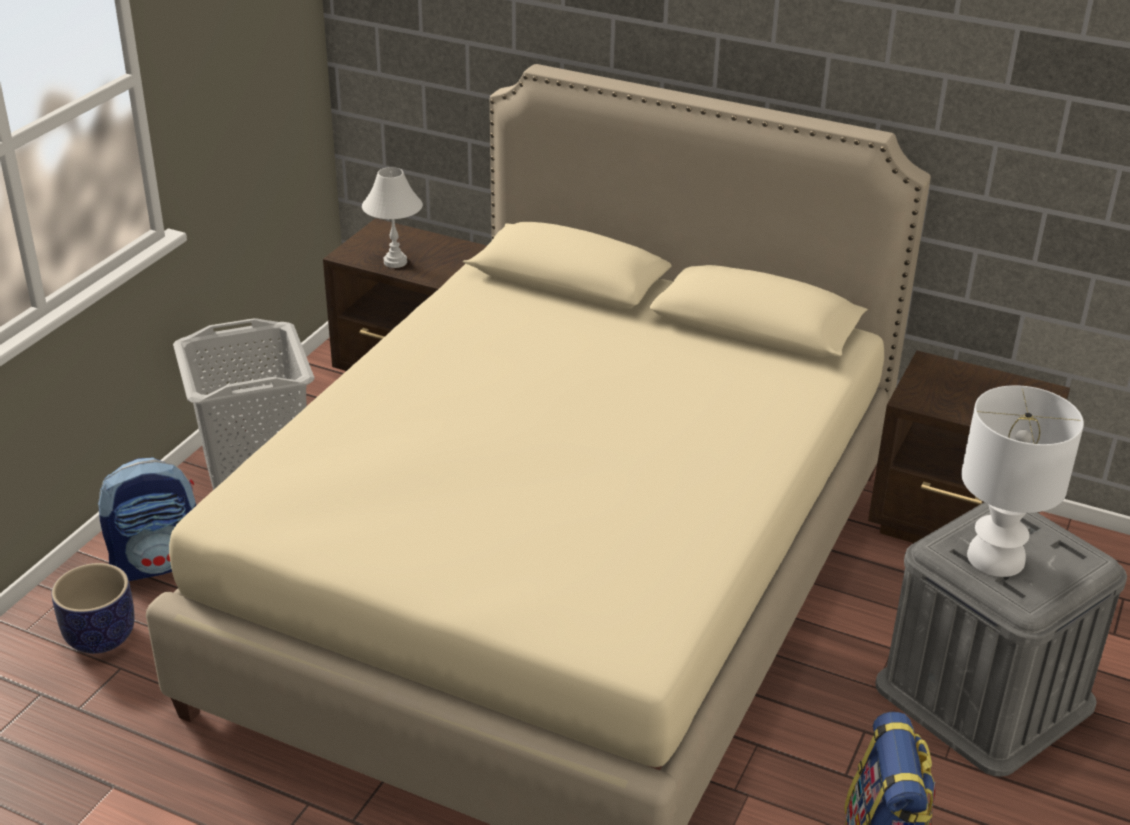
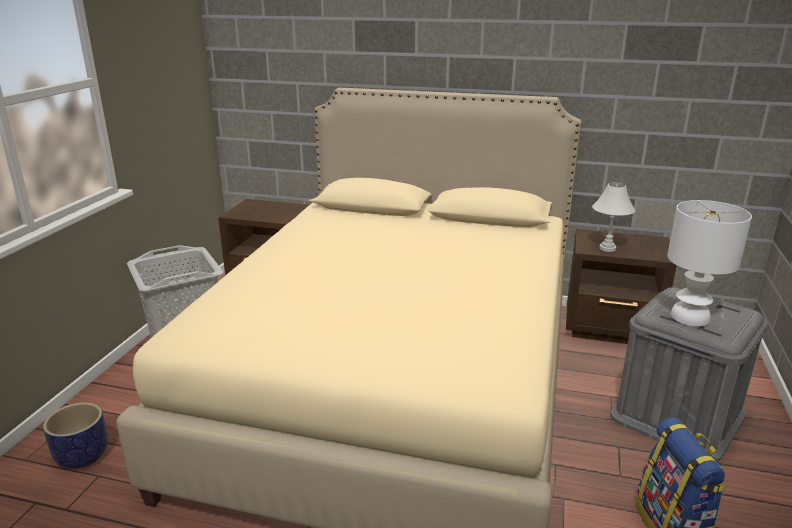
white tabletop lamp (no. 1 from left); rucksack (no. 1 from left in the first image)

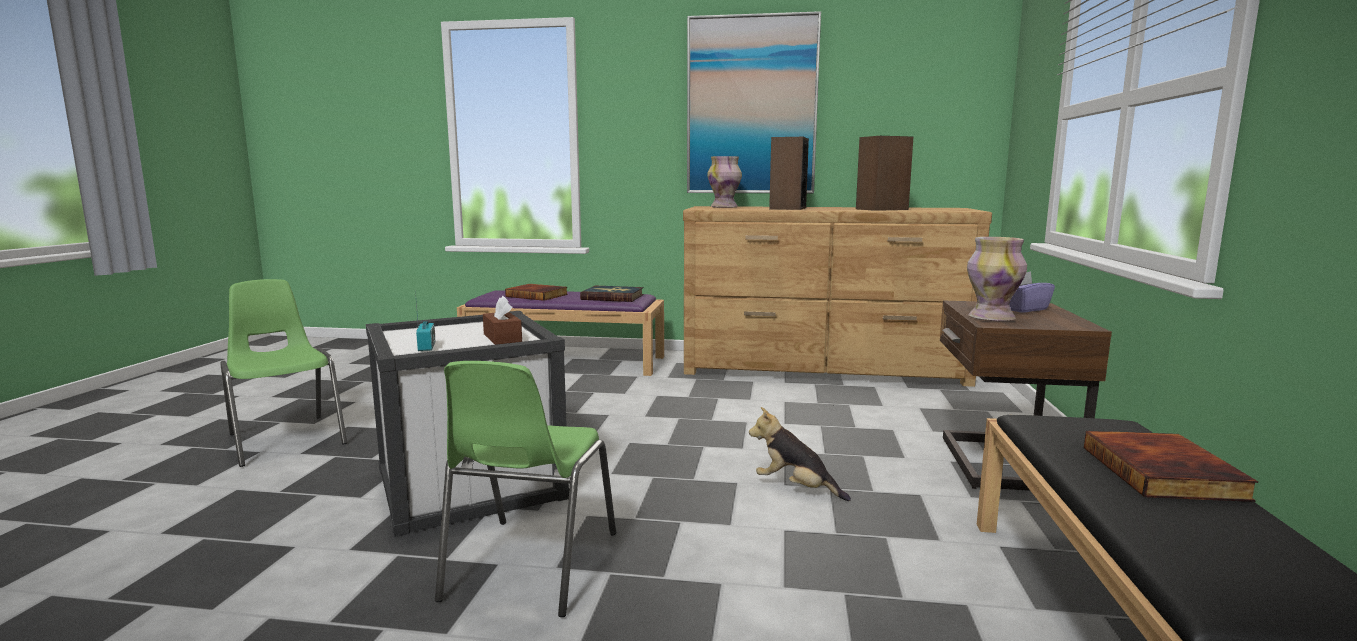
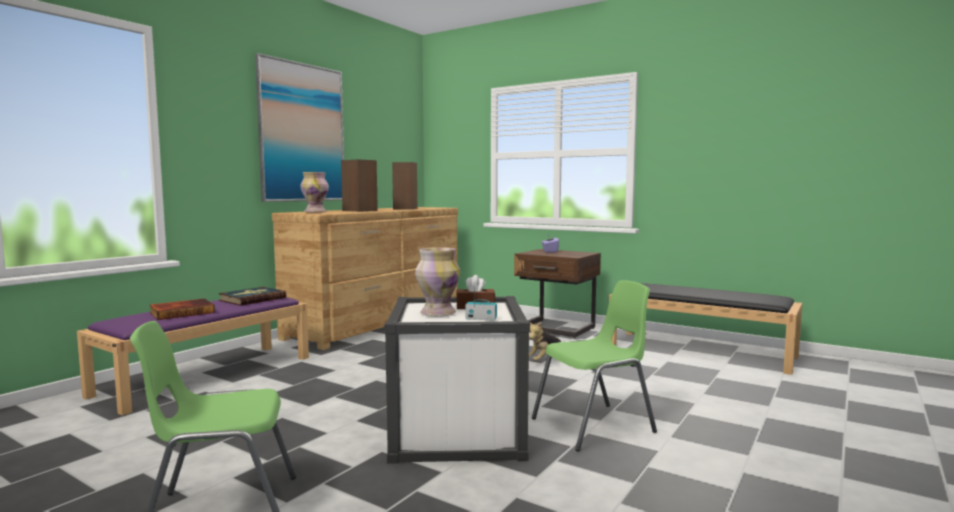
vase (no. 2 from left); green plain chair (no. 2 from left); book (no. 3 from left in the first image)

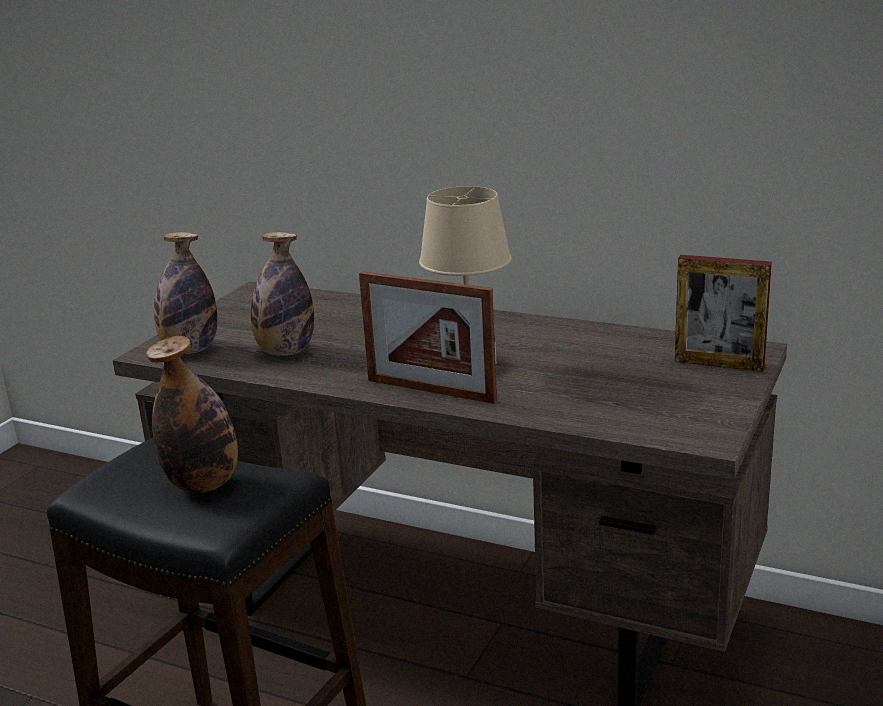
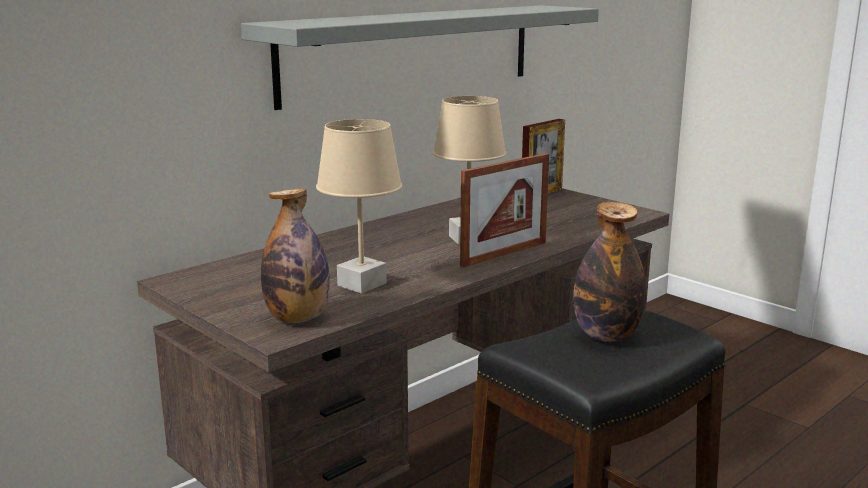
greyish wall shelf; beige-coloured tabletop lamp (no. 1 from left)

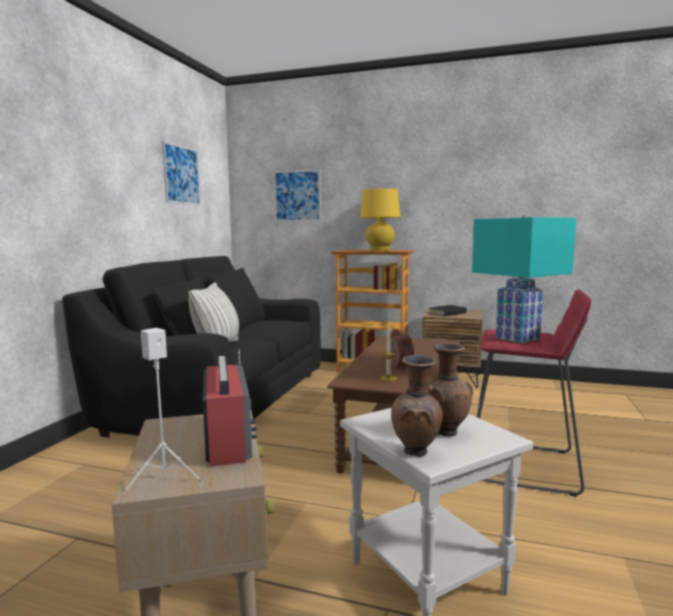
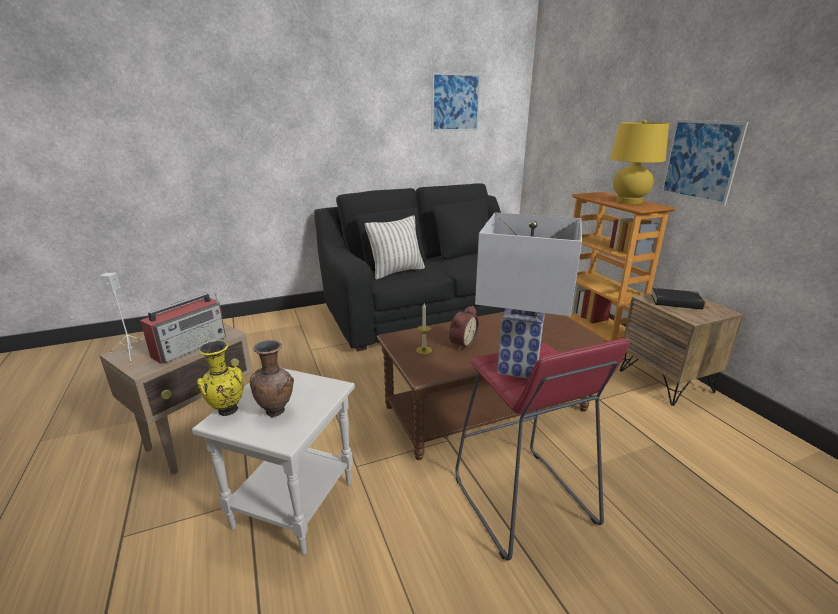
yellowish vase; white tabletop lamp; wall picture (no. 2 from left)

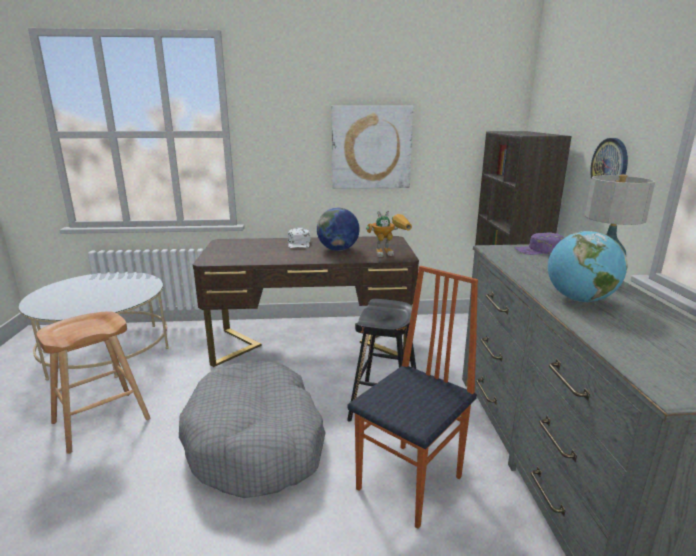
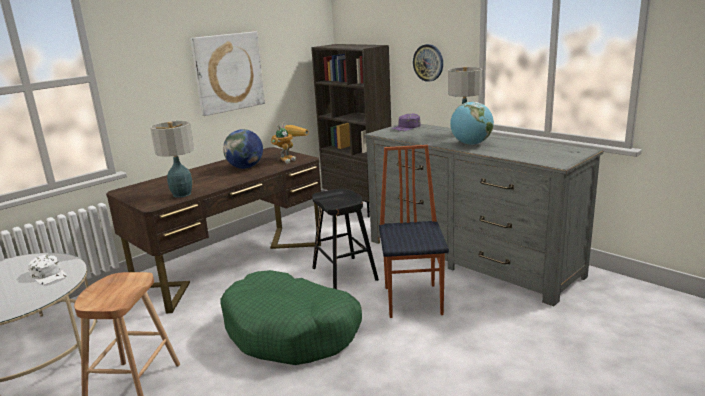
white peaked cap; tabletop lamp (no. 1 from left); green dog cushion

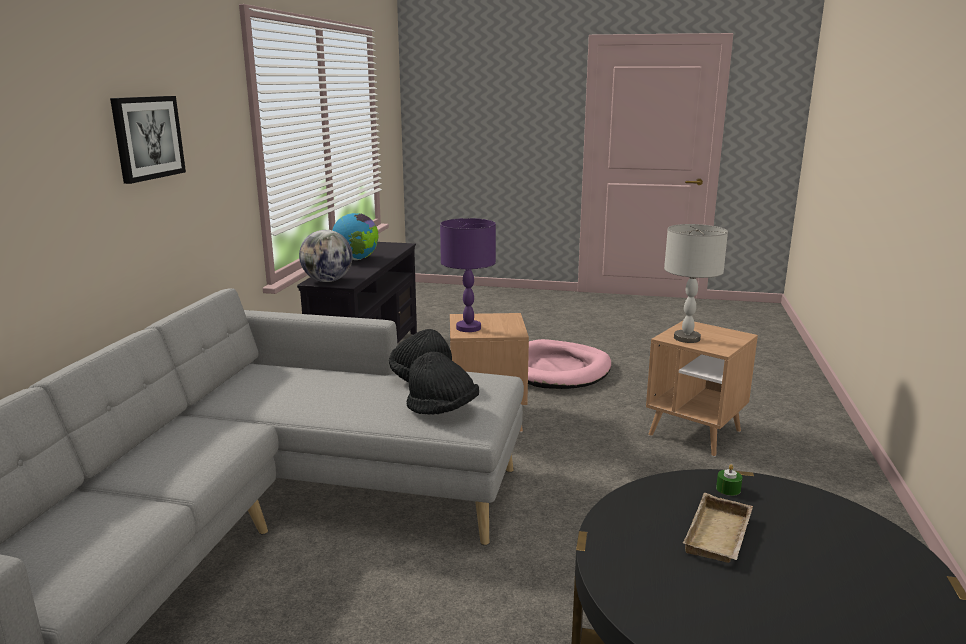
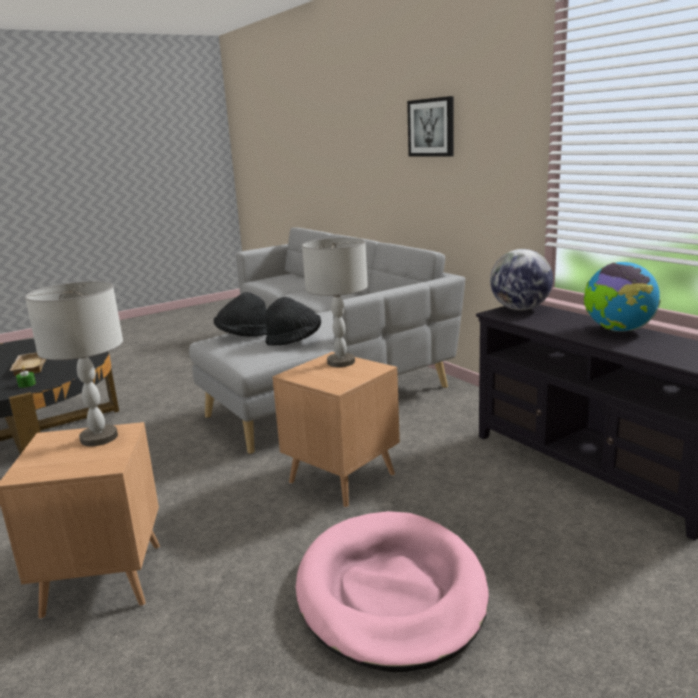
greyish tabletop lamp (no. 2 from left)

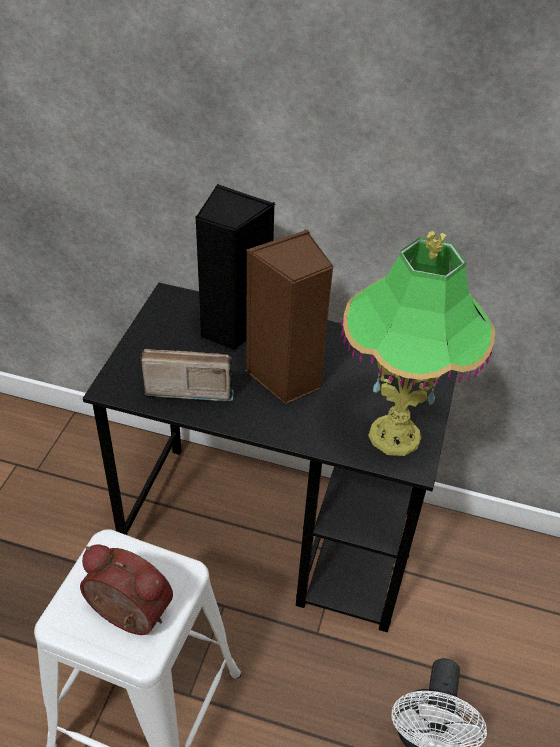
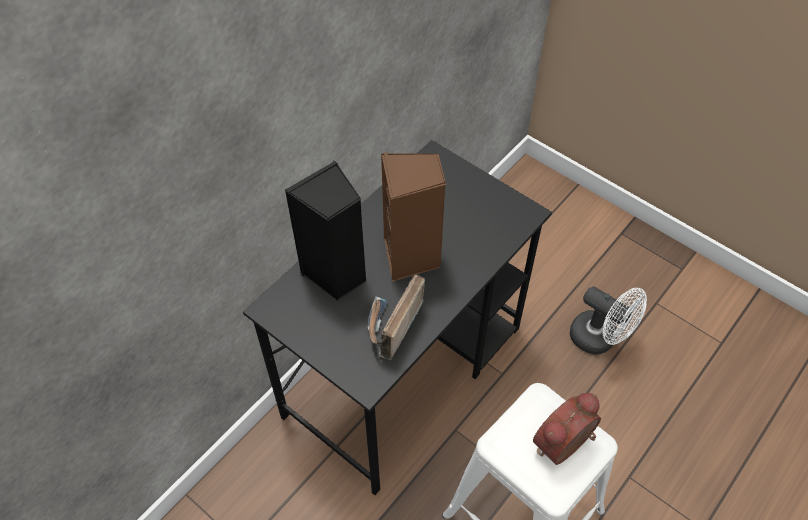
tabletop lamp

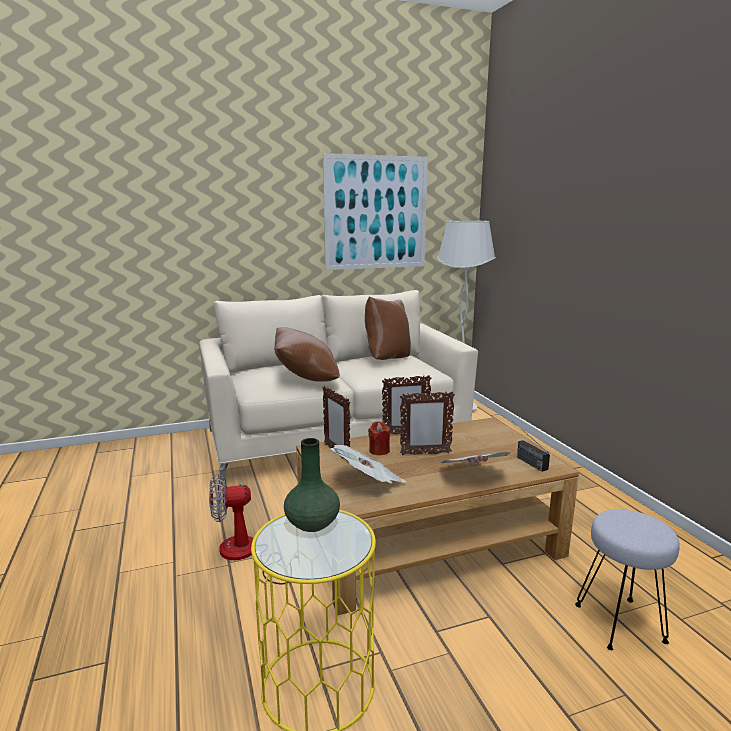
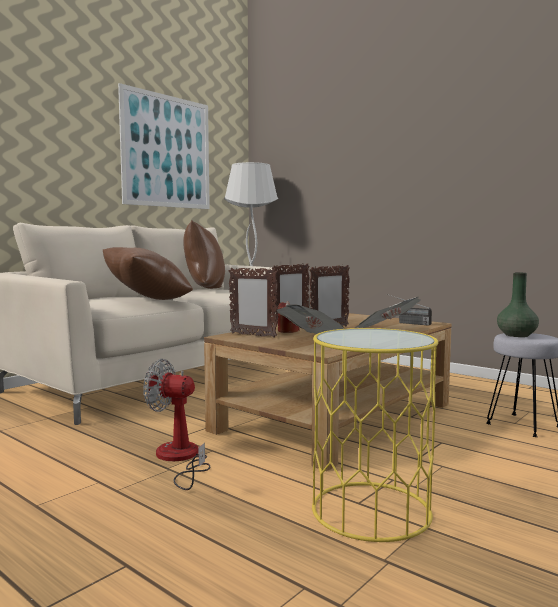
fan; green vase

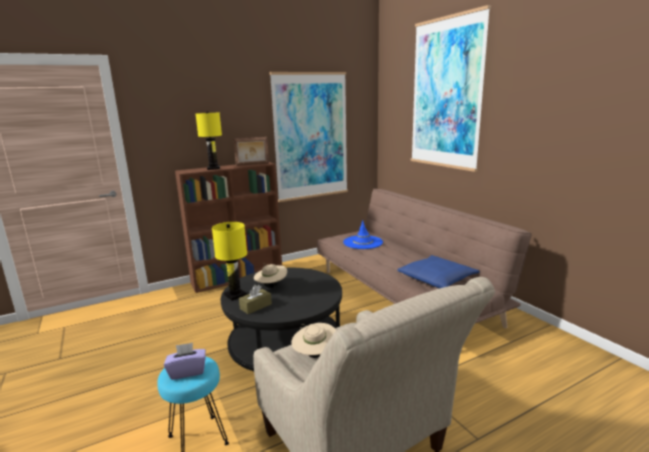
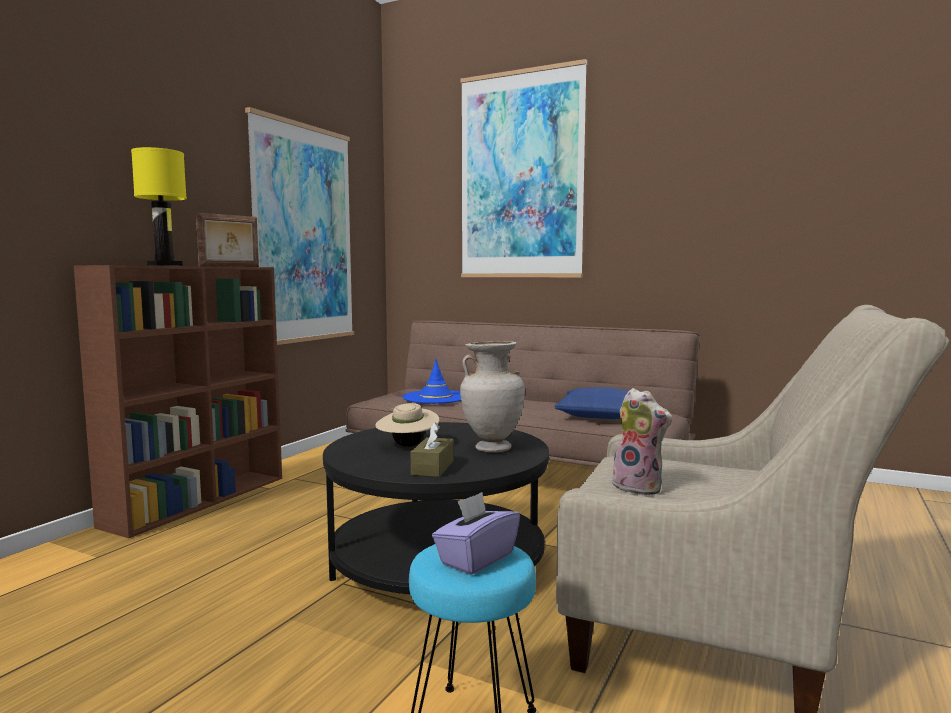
beige-coloured vase; plush toy; yellowish tabletop lamp (no. 2 from left in the first image)

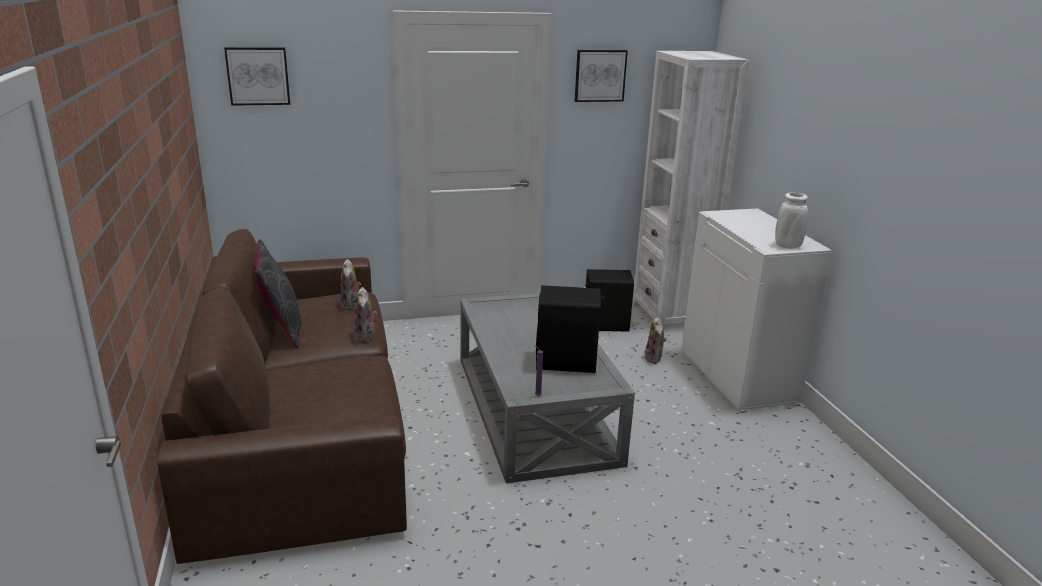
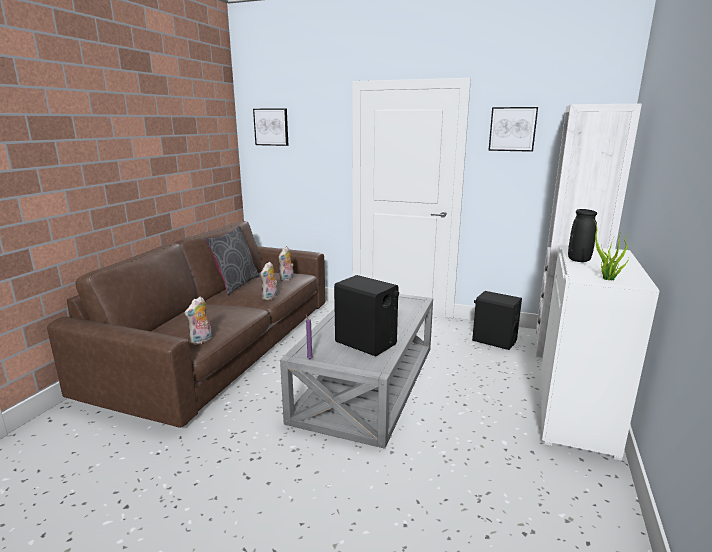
plush toy (no. 1 from left); black-coloured vase; potted plant

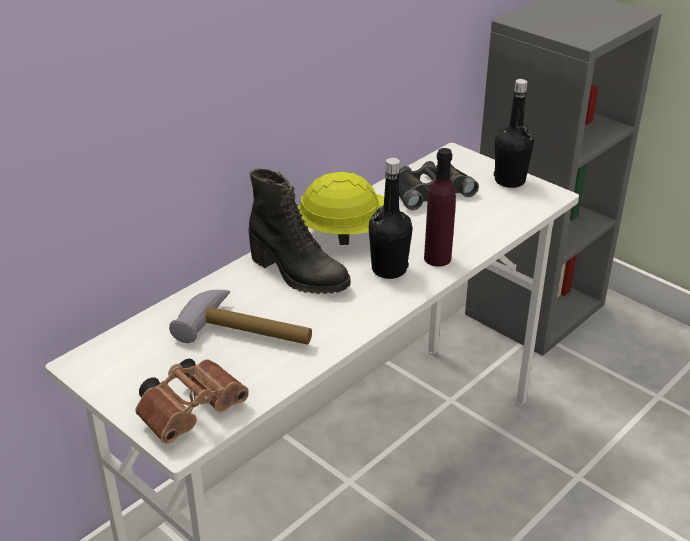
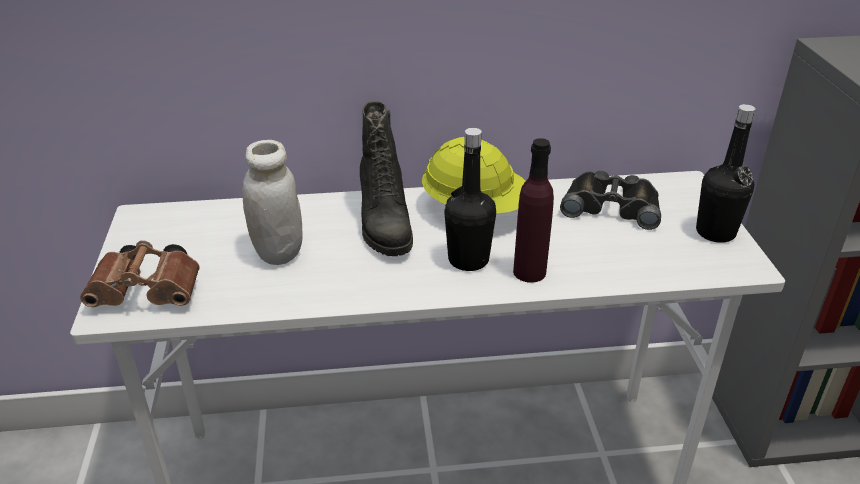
white preserve jar

